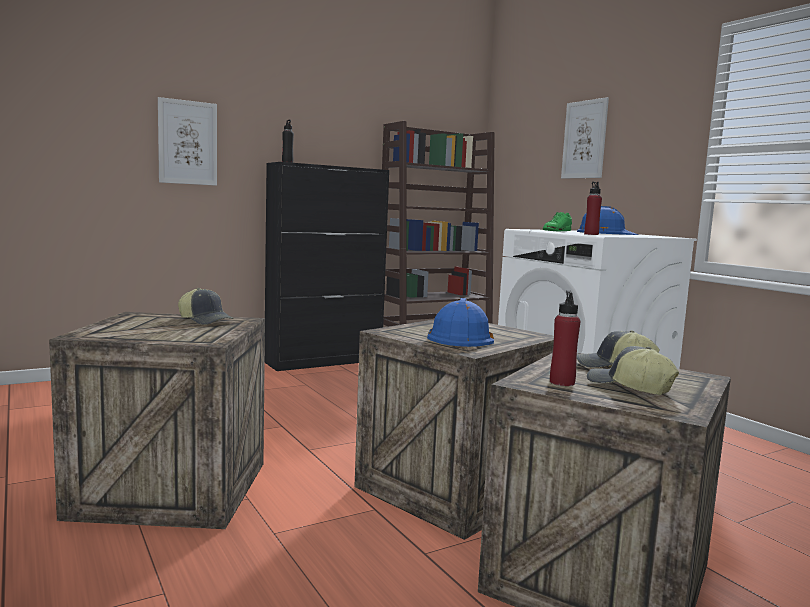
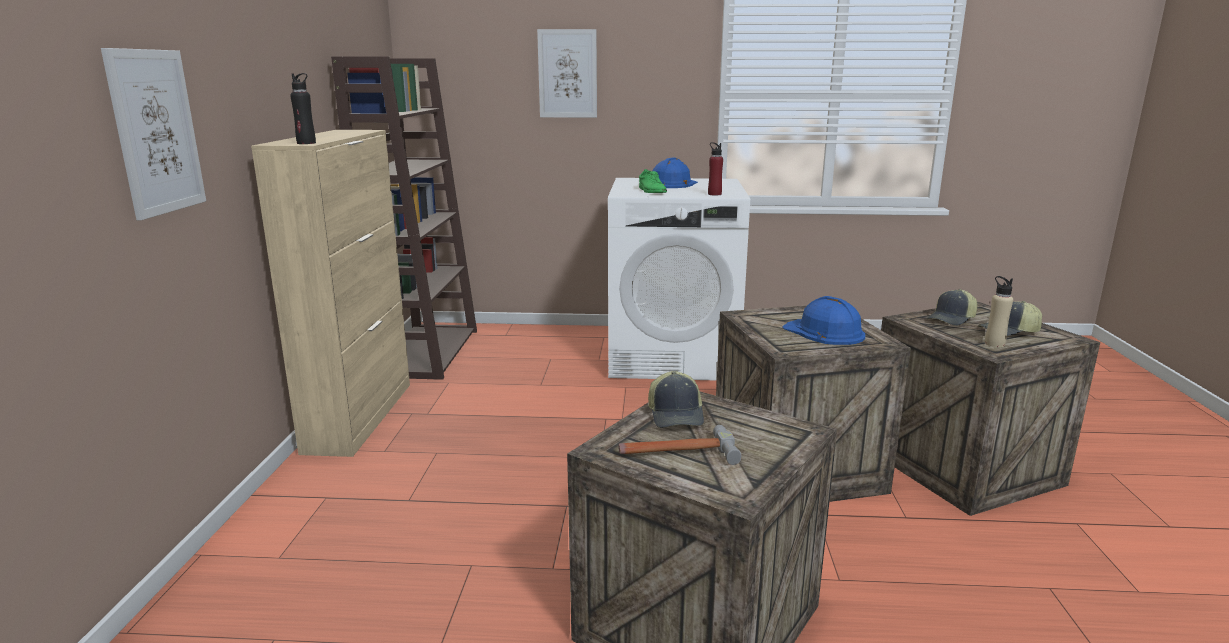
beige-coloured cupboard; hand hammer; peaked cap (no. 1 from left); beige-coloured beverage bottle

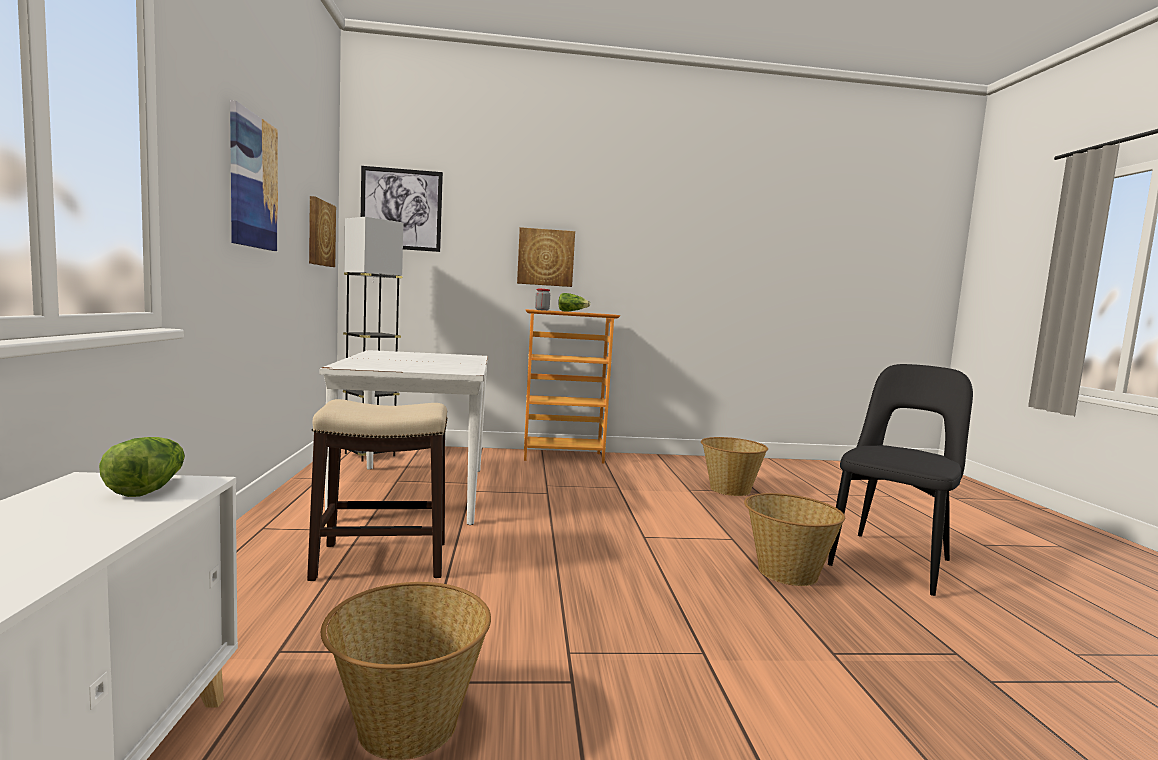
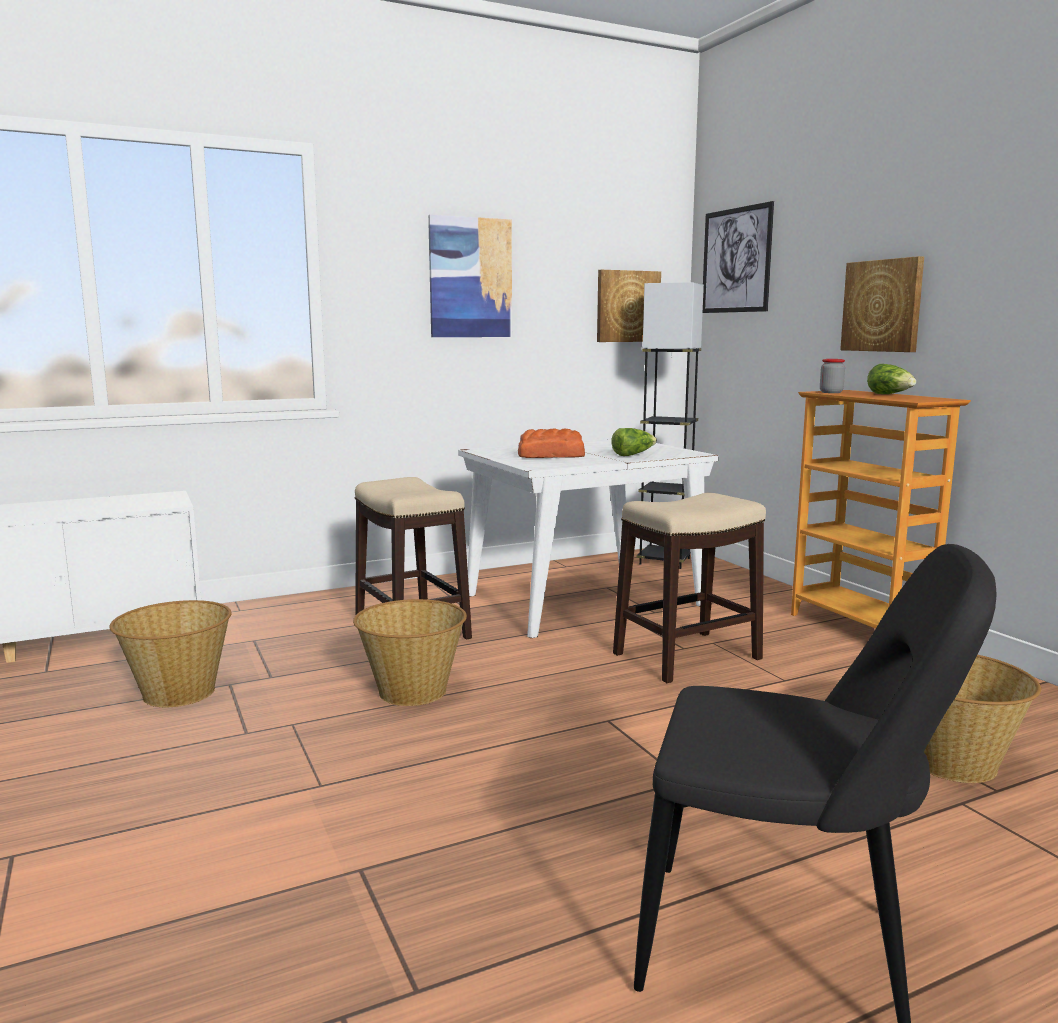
household basket (no. 2 from left); bread; lettuce head (no. 1 from left); stool seat (no. 2 from left)

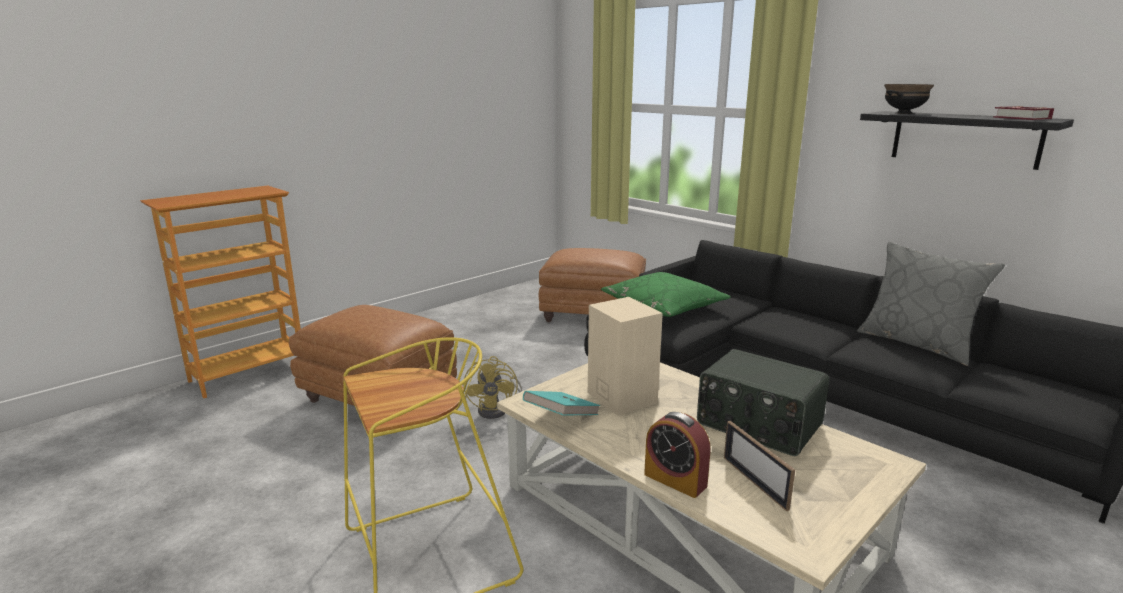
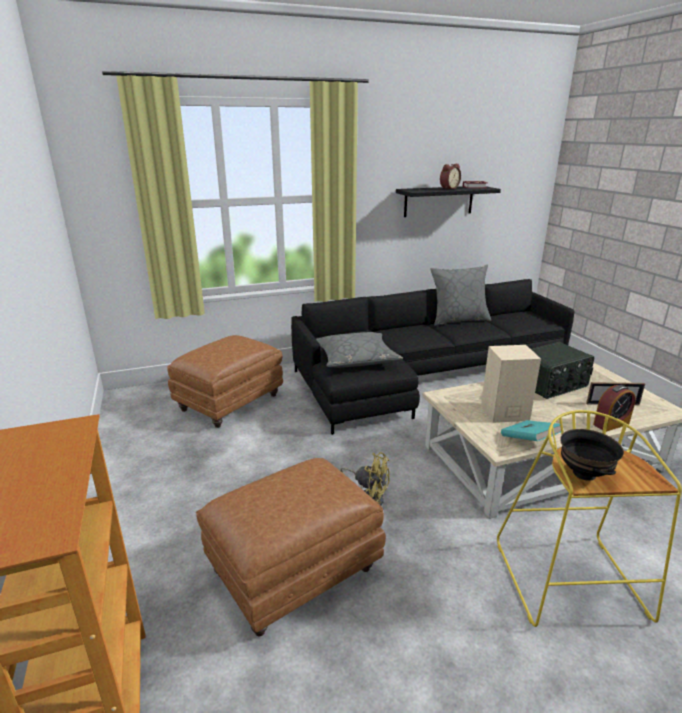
greyish throw pillow (no. 1 from left); bedside clock (no. 1 from left); black-coloured serving bowl

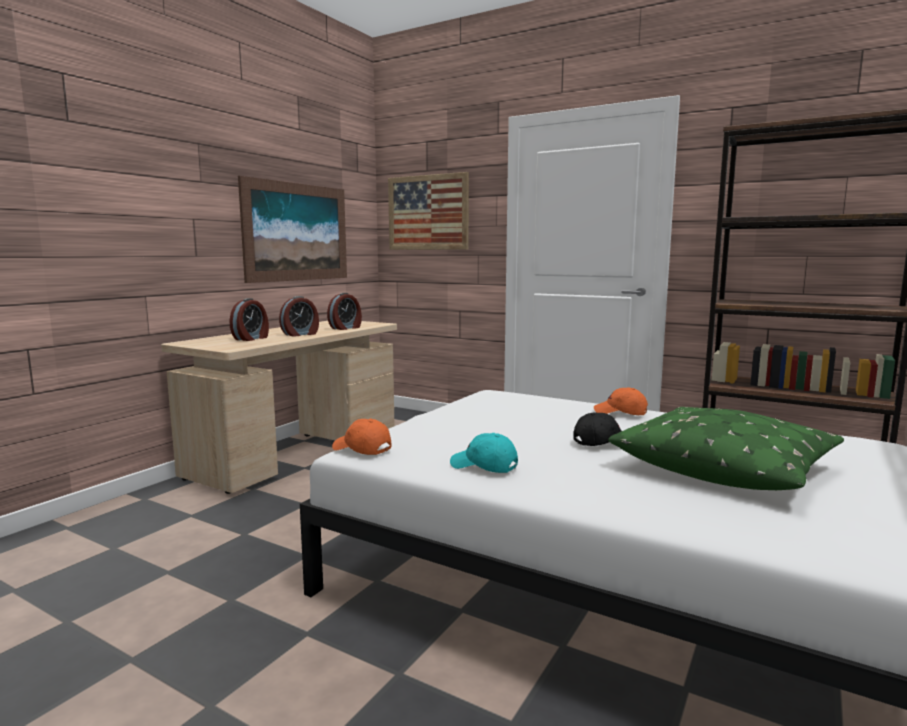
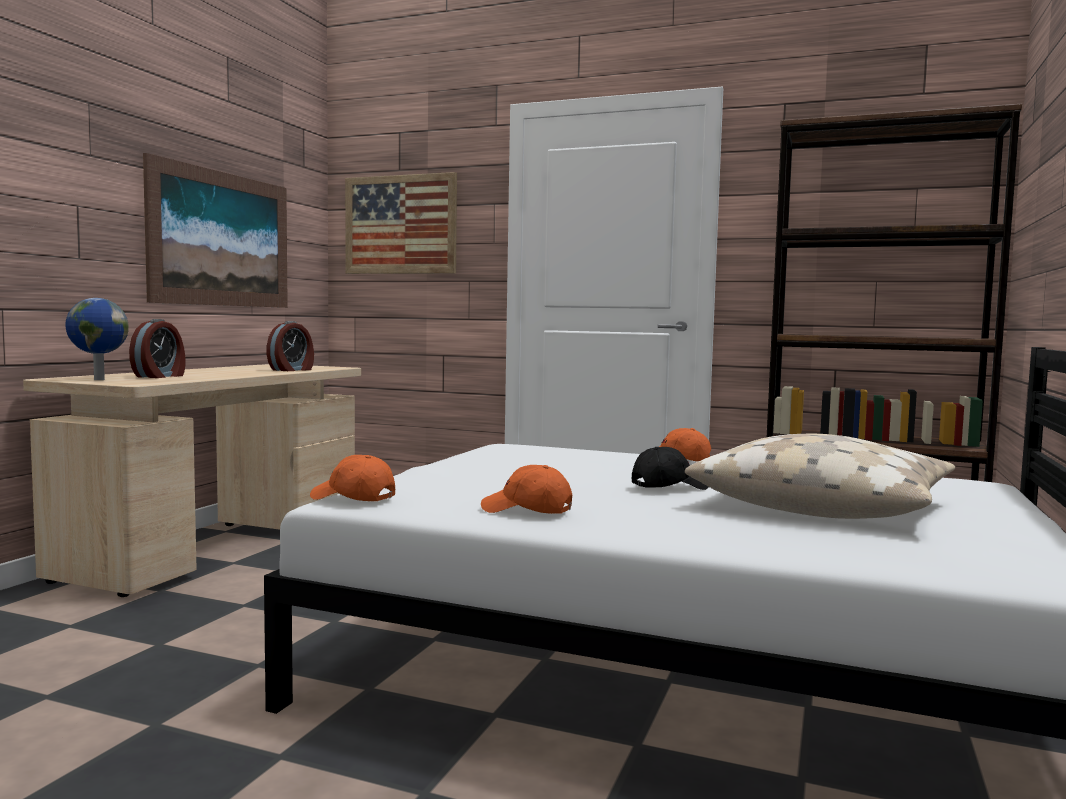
desk globe; orange-coloured peaked cap (no. 2 from left); beige-coloured throw pillow; bedside clock (no. 2 from left in the first image)

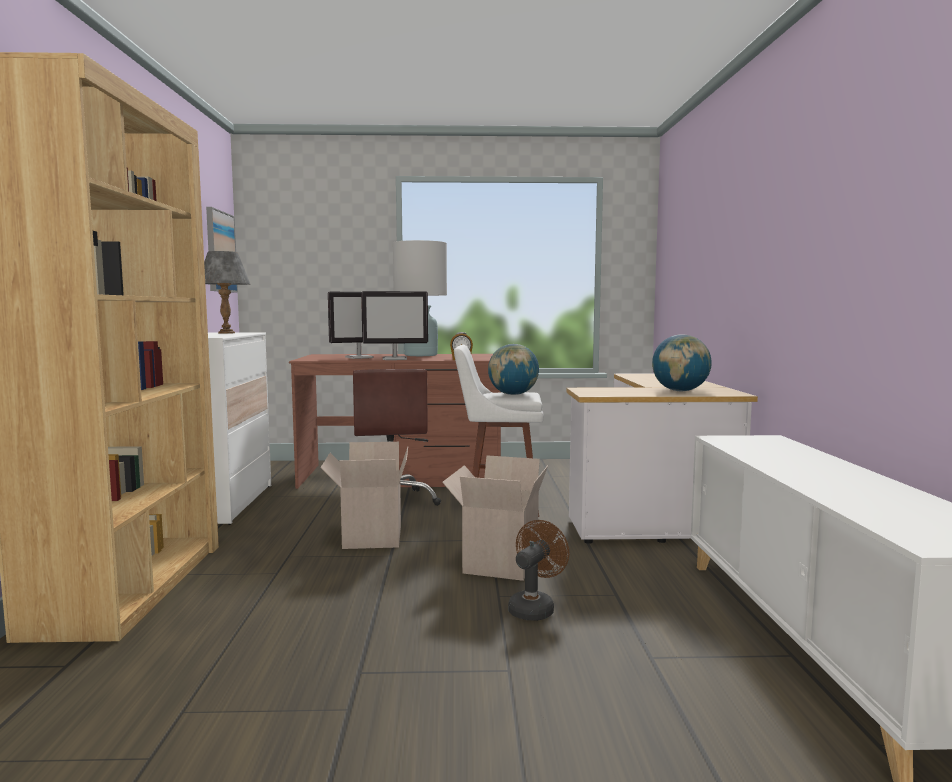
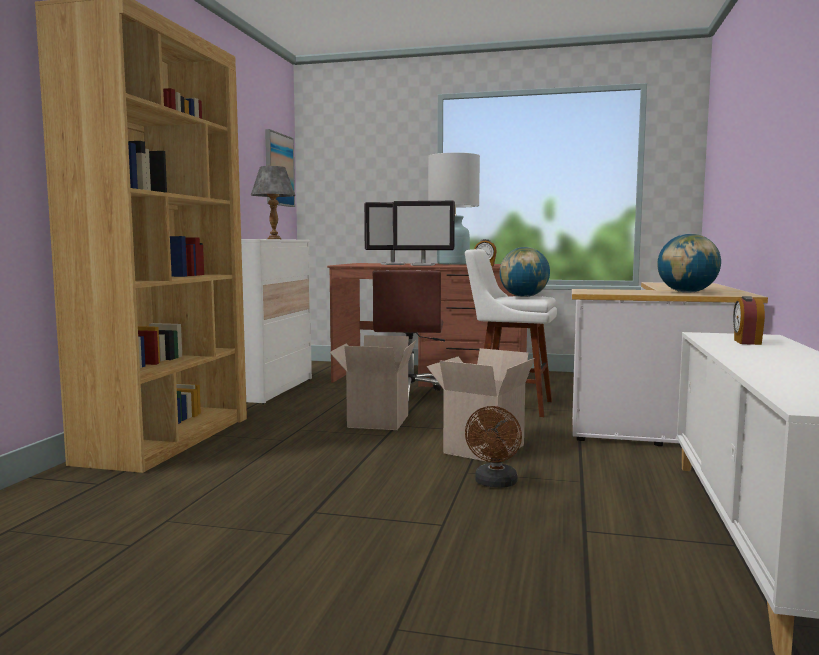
brownish fan; bedside clock (no. 2 from left)

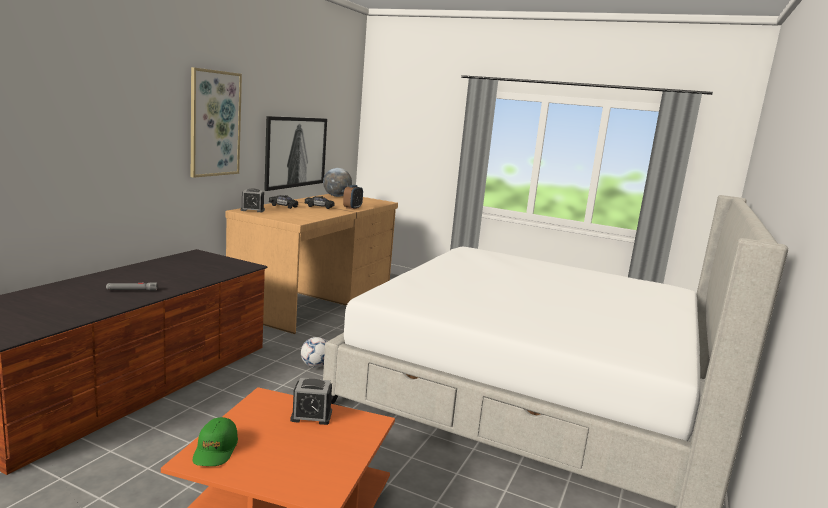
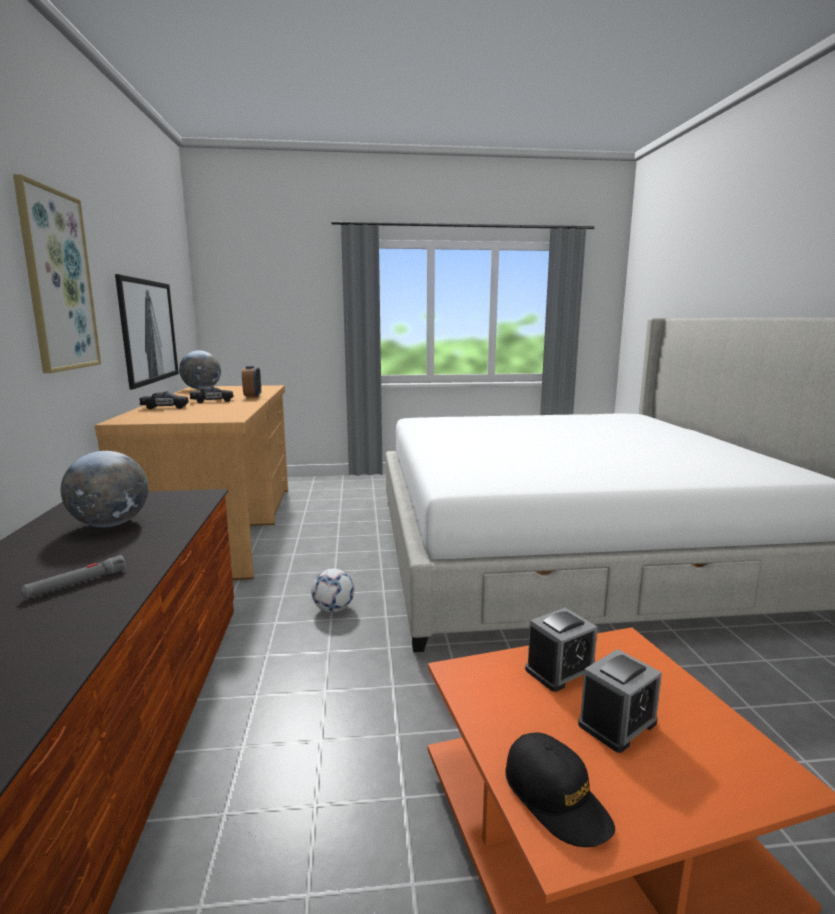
desk globe (no. 1 from left); black-coloured peaked cap; bedside clock (no. 3 from left)

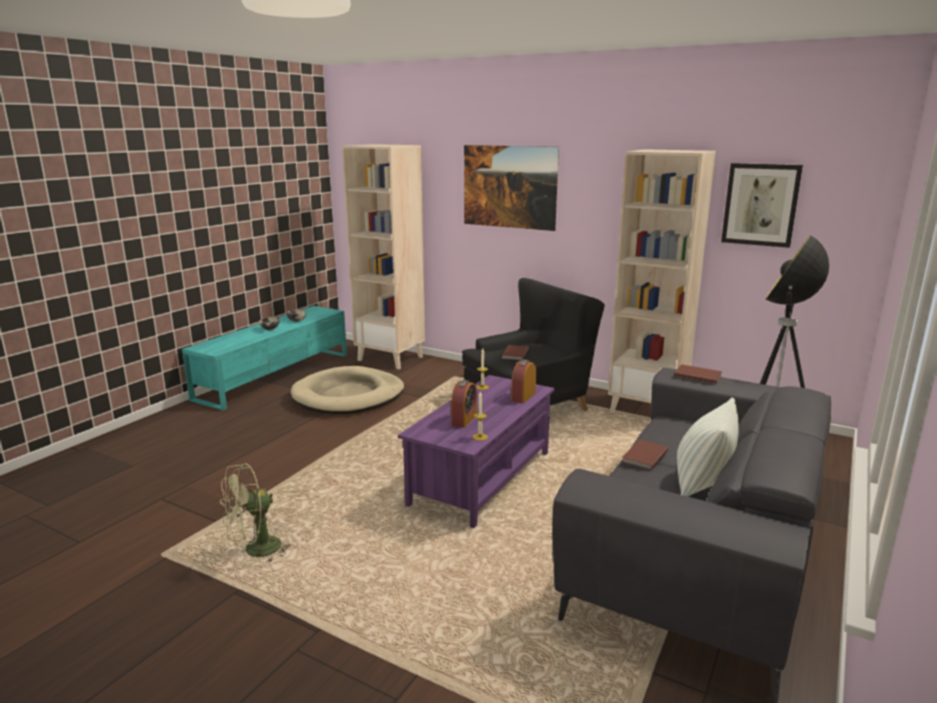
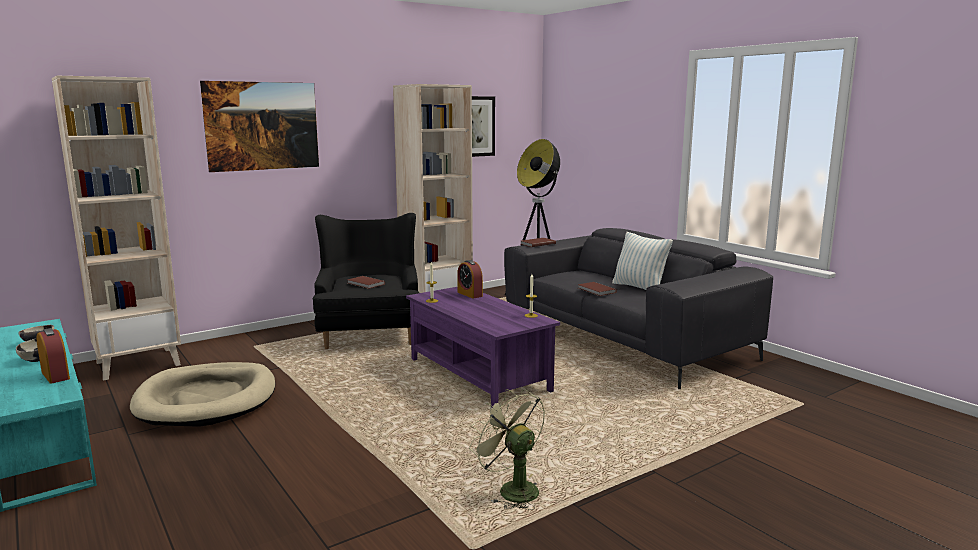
bedside clock (no. 1 from left); green fan

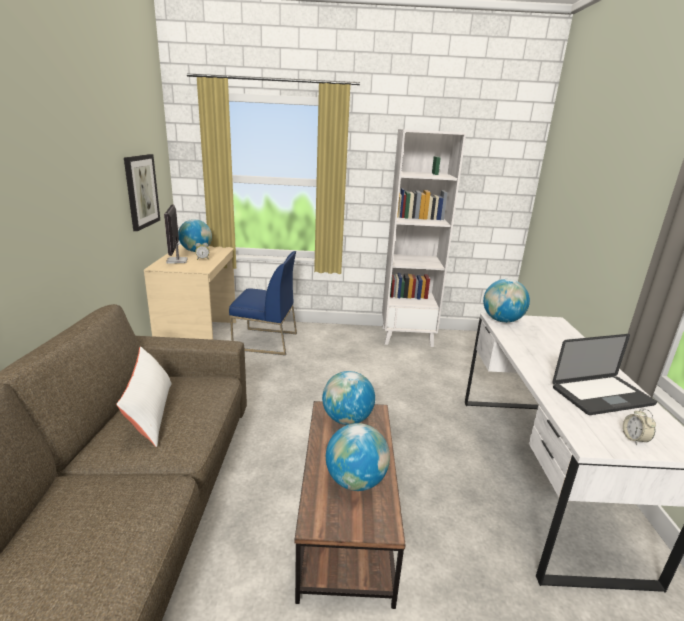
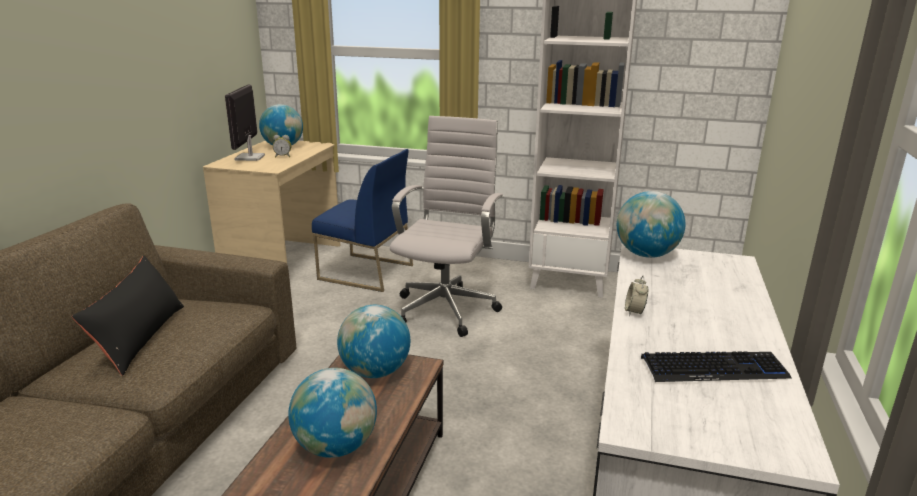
black-coloured throw pillow; white computer chair; bedside clock (no. 2 from left); keyboard; wall picture

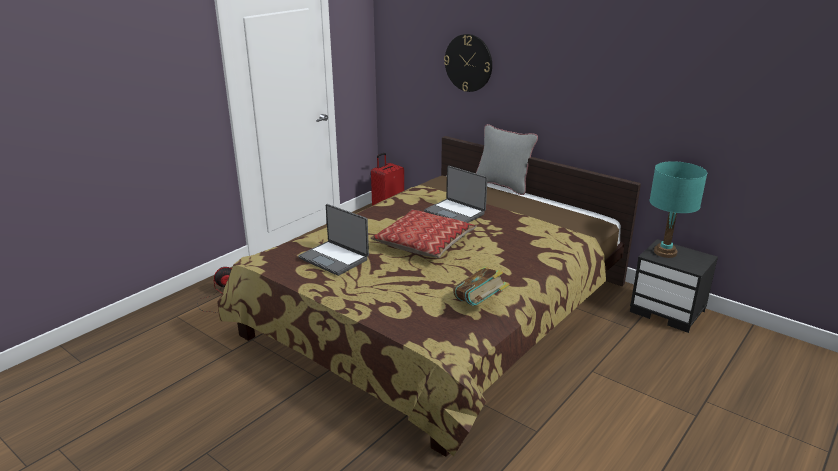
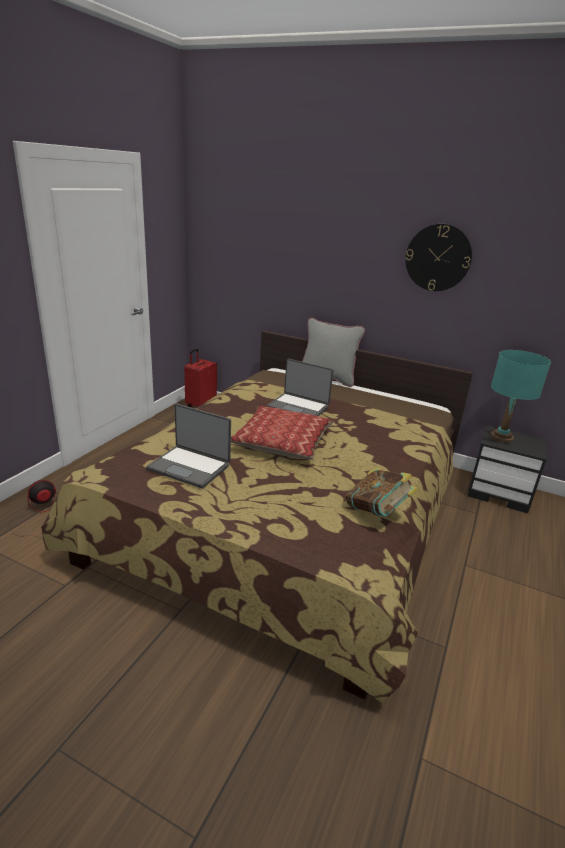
wall clock

